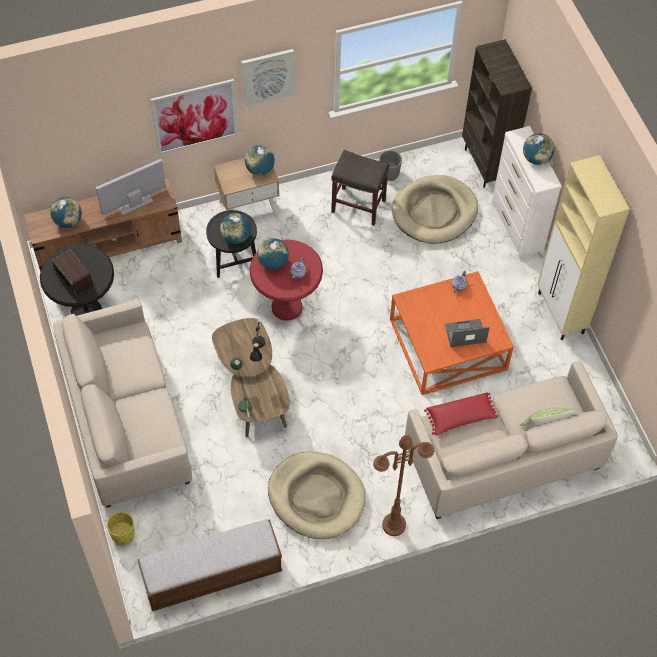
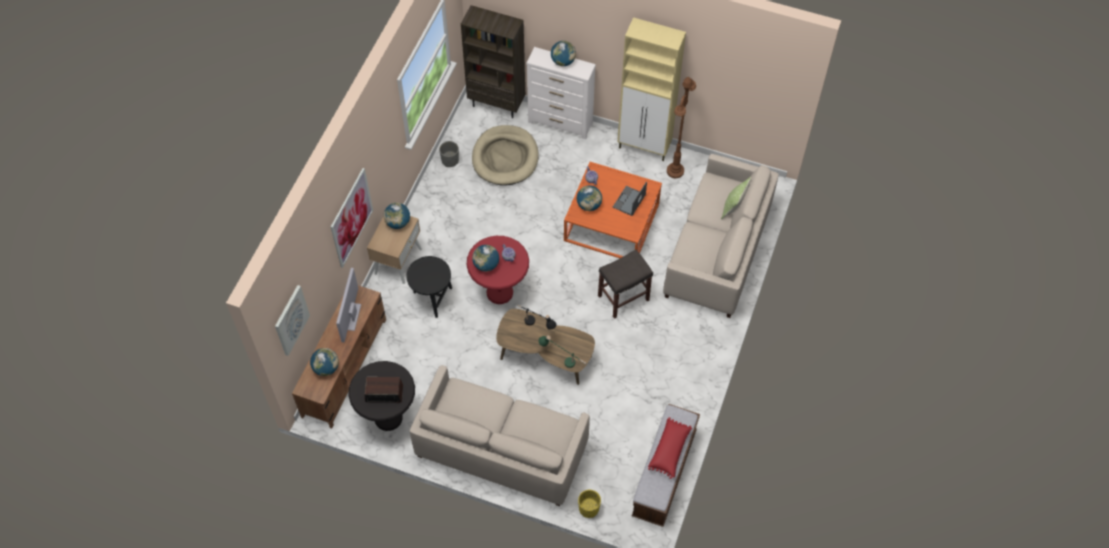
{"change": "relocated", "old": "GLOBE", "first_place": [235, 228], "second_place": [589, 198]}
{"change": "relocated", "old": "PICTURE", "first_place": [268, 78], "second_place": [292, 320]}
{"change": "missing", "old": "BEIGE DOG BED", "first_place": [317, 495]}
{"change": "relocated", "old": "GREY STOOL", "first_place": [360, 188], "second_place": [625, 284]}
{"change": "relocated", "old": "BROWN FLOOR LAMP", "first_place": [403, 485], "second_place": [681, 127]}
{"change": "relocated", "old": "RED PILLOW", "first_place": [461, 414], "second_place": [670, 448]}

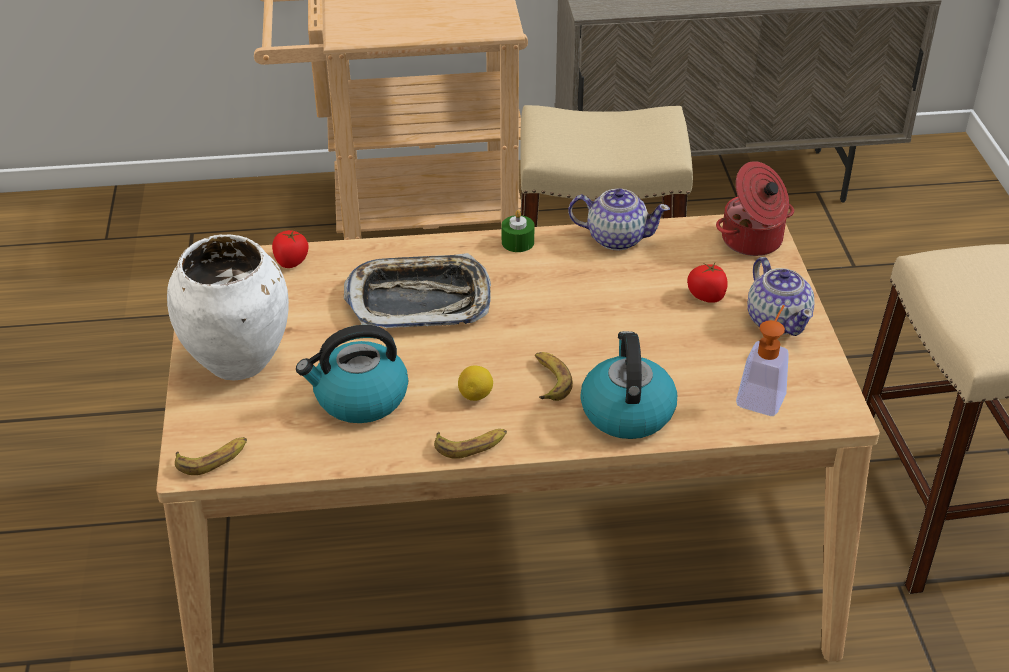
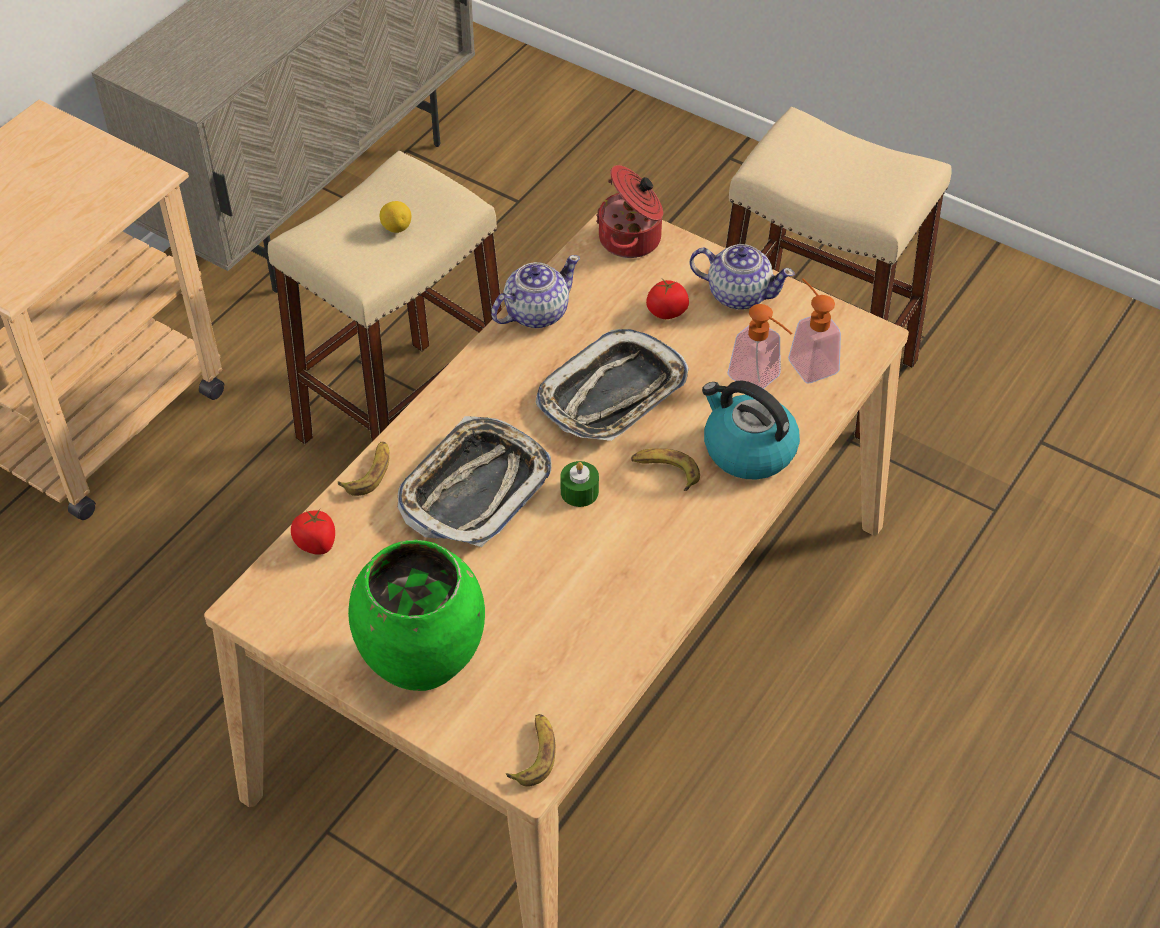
{"change": "colour", "old": "WHITE VASE", "new": "GREEN VASE", "first_place": [228, 307], "second_place": [416, 615]}
{"change": "missing", "old": "KETTLE", "first_place": [352, 374]}
{"change": "relocated", "old": "BANANA", "first_place": [470, 444], "second_place": [363, 469]}
{"change": "relocated", "old": "LEMON", "first_place": [475, 383], "second_place": [395, 217]}
{"change": "relocated", "old": "GREEN CANDLE", "first_place": [518, 231], "second_place": [579, 484]}
{"change": "appeared", "new": "TRAY", "second_place": [612, 385]}
{"change": "appeared", "new": "SOAP DISPENSER", "second_place": [759, 346]}

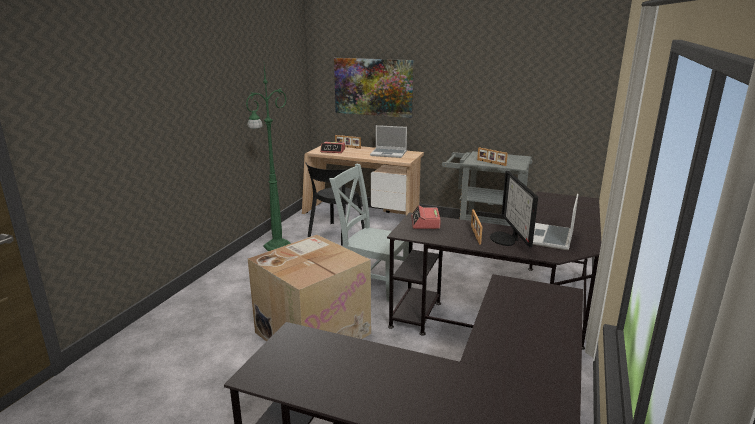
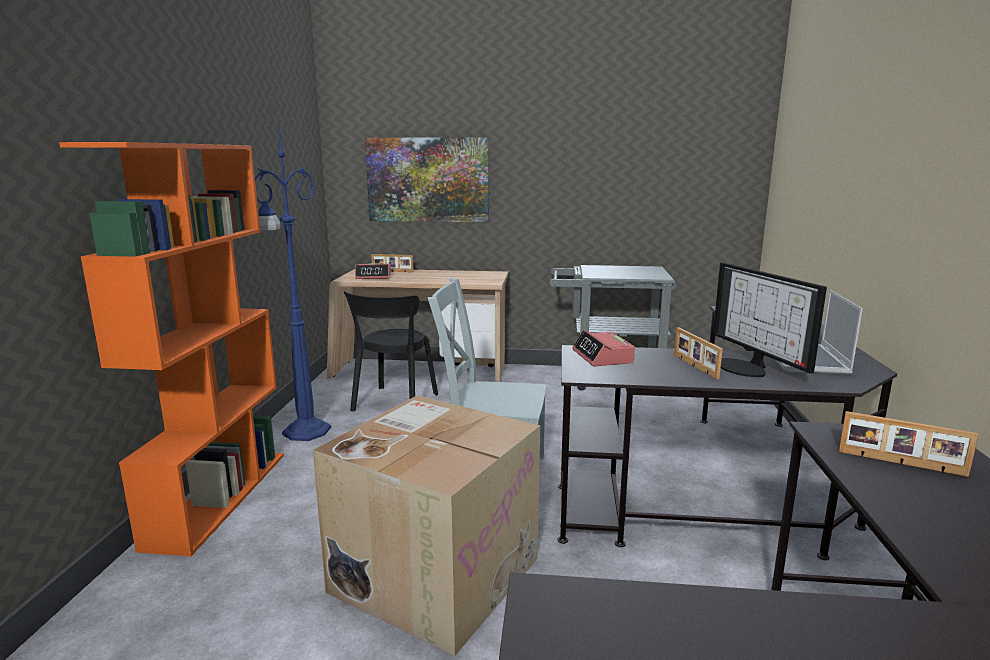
{"change": "colour", "old": "GREEN FLOOR LAMP", "new": "BLUE FLOOR LAMP", "first_place": [268, 158], "second_place": [293, 280]}
{"change": "missing", "old": "LAPTOP", "first_place": [388, 141]}
{"change": "relocated", "old": "PICTURE FRAME", "first_place": [492, 156], "second_place": [909, 444]}
{"change": "appeared", "new": "ORANGE BOOKCASE", "second_place": [171, 349]}

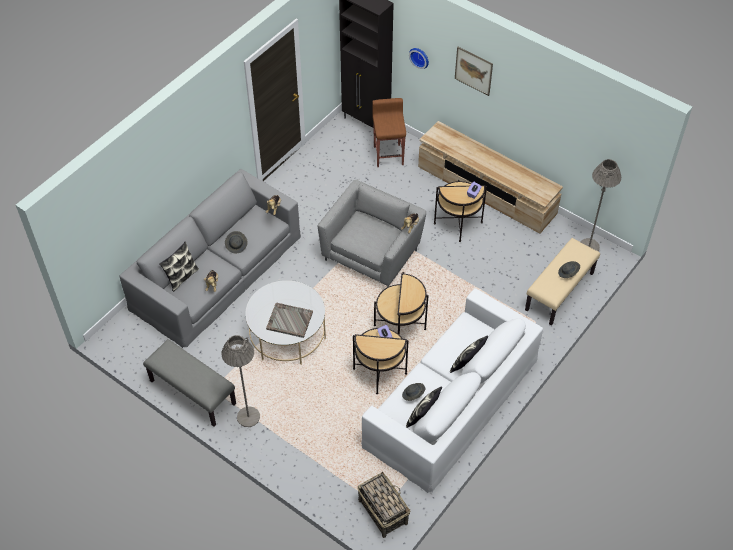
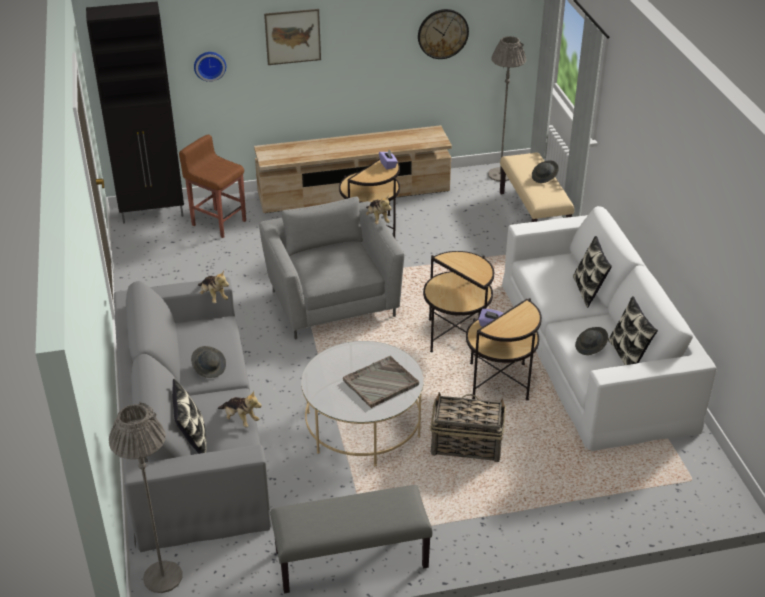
{"change": "relocated", "old": "GREY FLOOR LAMP", "first_place": [240, 381], "second_place": [145, 497]}
{"change": "relocated", "old": "BASKET", "first_place": [383, 504], "second_place": [468, 427]}
{"change": "appeared", "new": "WALL CLOCK", "second_place": [443, 34]}

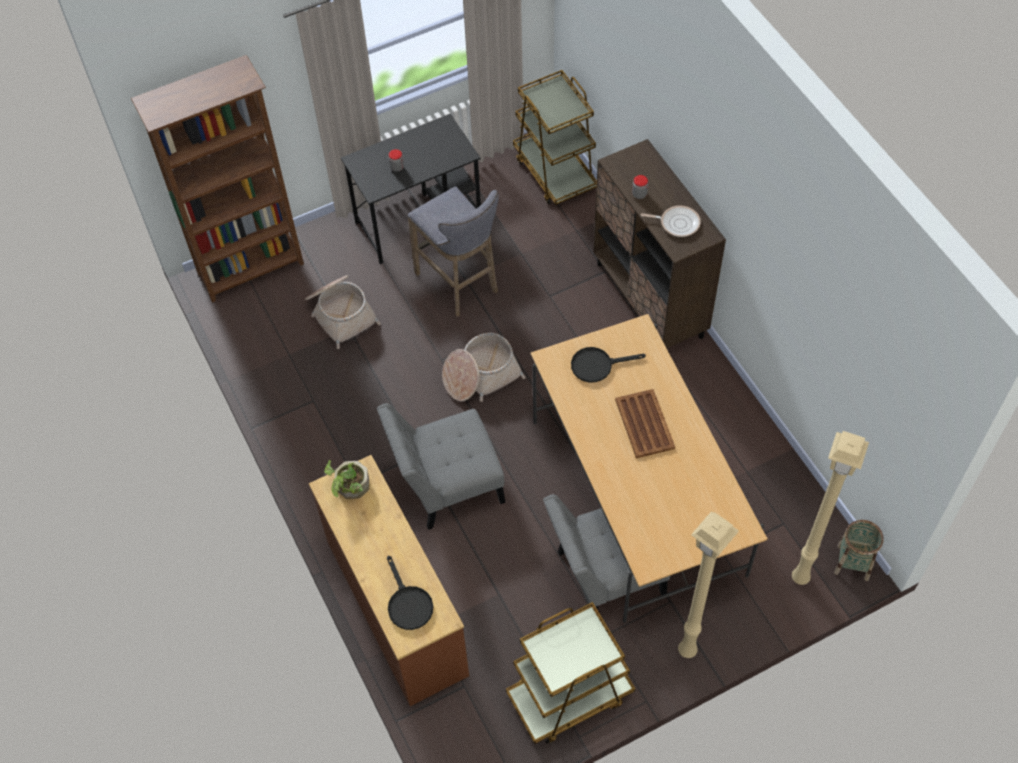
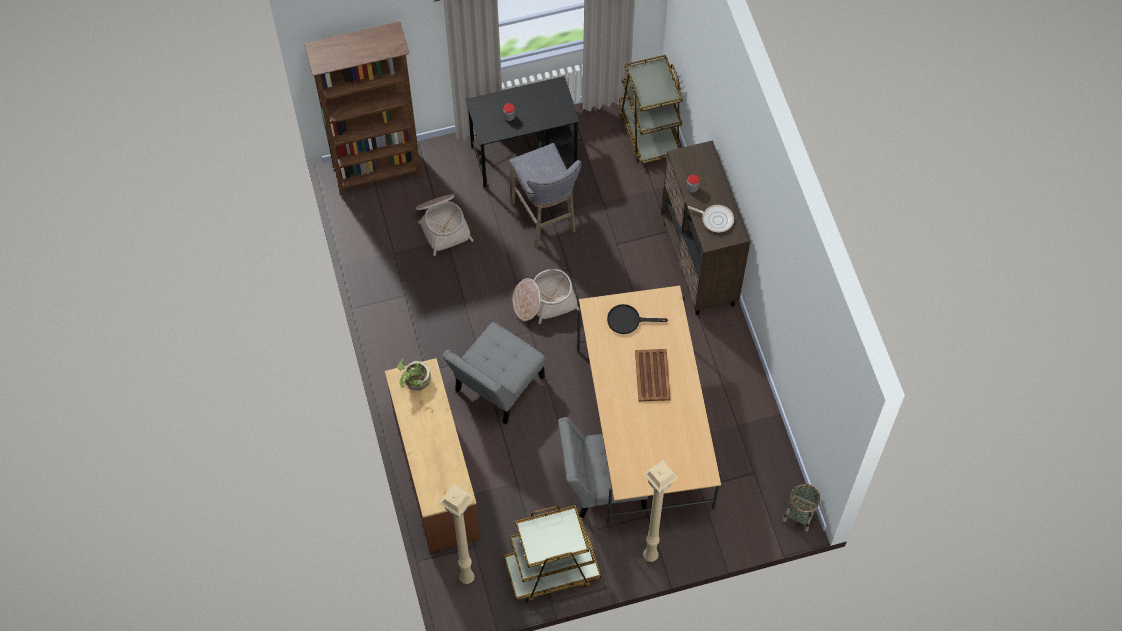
{"change": "spun", "old": "GREY CHAIR", "first_place": [441, 466], "second_place": [493, 373], "degrees": -45}
{"change": "missing", "old": "BLACK FRYING PAN", "first_place": [410, 592]}
{"change": "relocated", "old": "BEIGE FLOOR LAMP", "first_place": [830, 508], "second_place": [457, 534]}

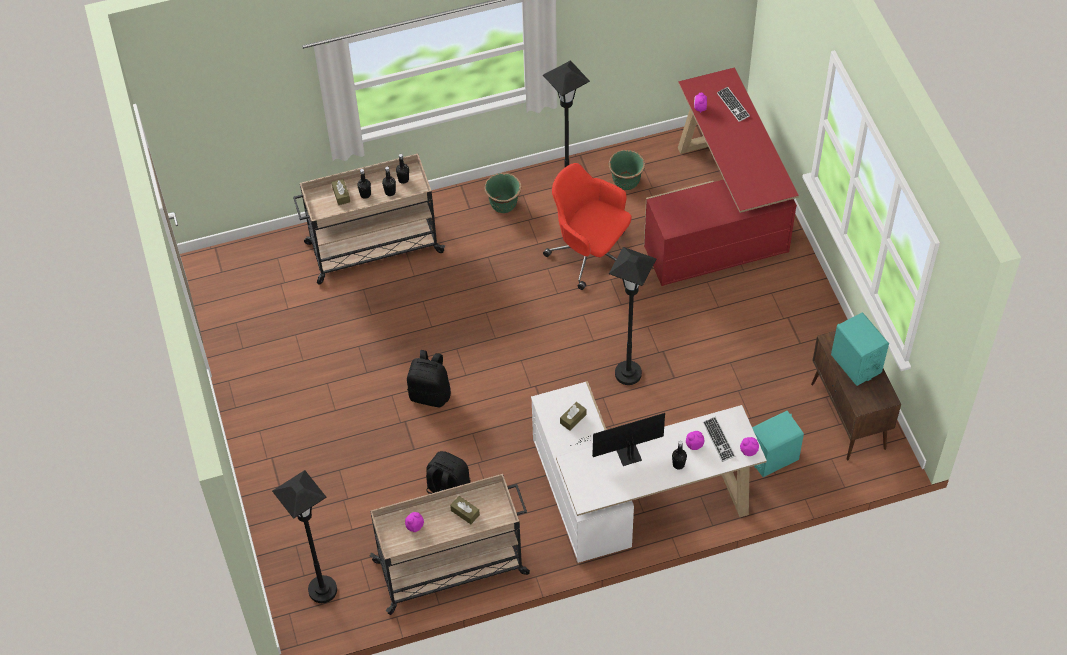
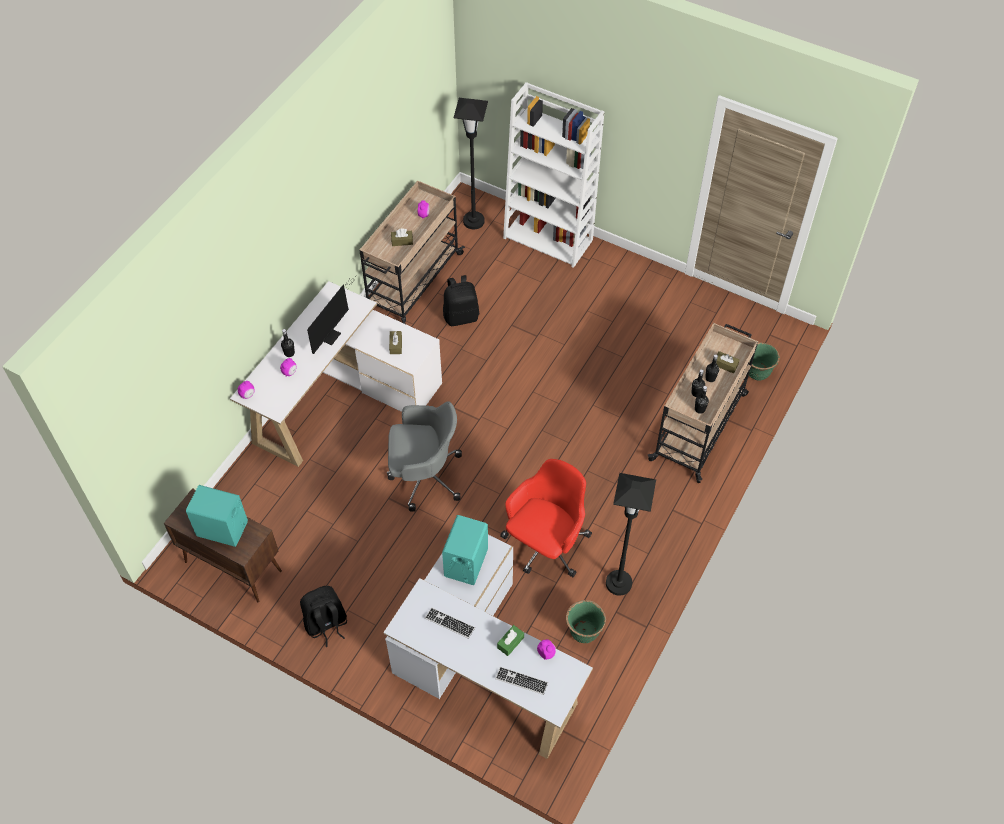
{"change": "relocated", "old": "BLACK BACKPACK", "first_place": [429, 378], "second_place": [323, 616]}
{"change": "relocated", "old": "GREEN PLANTER", "first_place": [503, 193], "second_place": [764, 361]}
{"change": "spun", "old": "RED OFFICE CHAIR", "first_place": [587, 226], "second_place": [546, 518], "degrees": -45}
{"change": "exchanged", "old": "BLACK FLOOR LAMP", "new": "GREY OFFICE CHAIR", "first_place": [632, 316], "second_place": [424, 456]}
{"change": "colour", "old": "RED DESK", "new": "WHITE DESK", "first_place": [721, 176], "second_place": [488, 647]}
{"change": "relocated", "old": "KEYBOARD", "first_place": [719, 439], "second_place": [450, 623]}
{"change": "relocated", "old": "TURQUOISE SPEAKER", "first_place": [778, 444], "second_place": [465, 550]}
{"change": "appeared", "new": "GREEN TISSUE BOX", "second_place": [510, 640]}
{"change": "appeared", "new": "WHITE BOOKCASE", "second_place": [554, 175]}

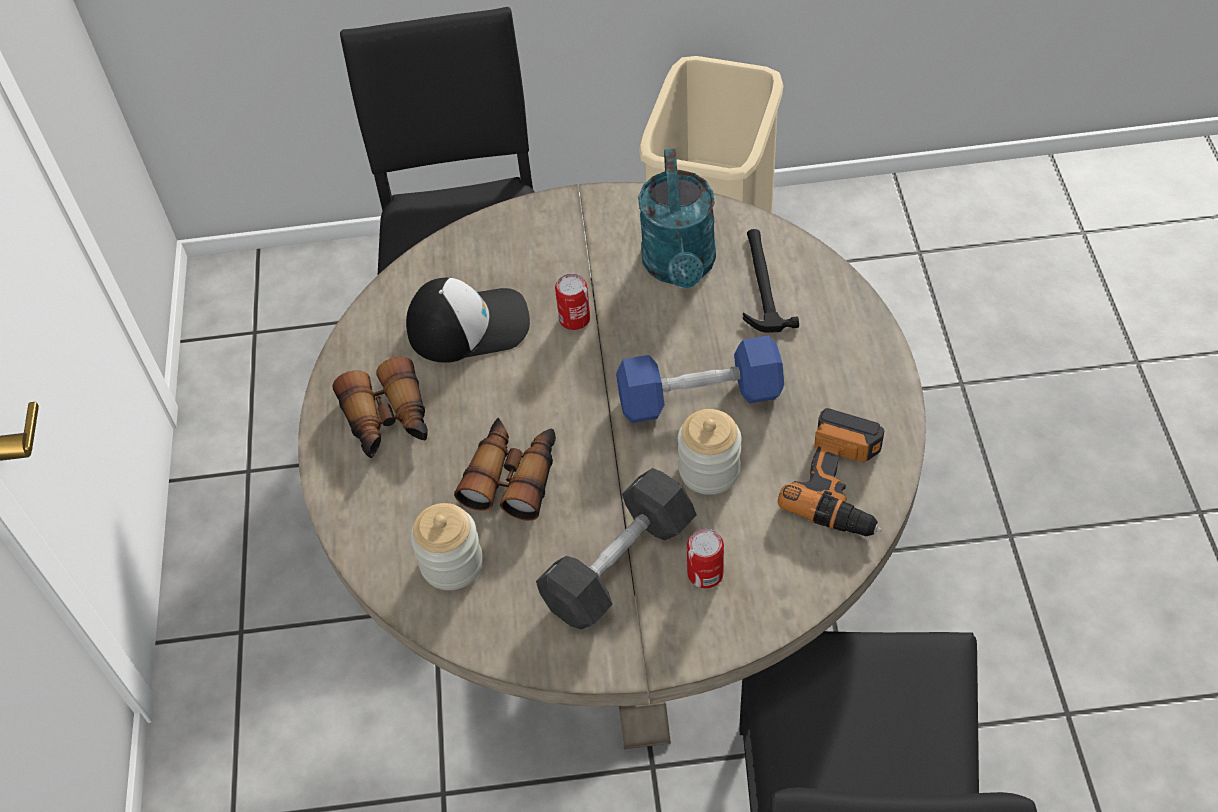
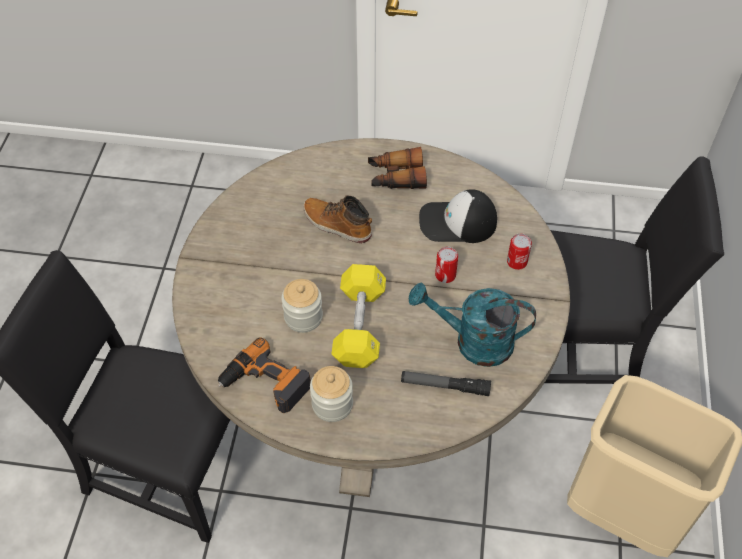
{"change": "spun", "old": "CAP", "first_place": [468, 320], "second_place": [458, 216], "degrees": 90}
{"change": "relocated", "old": "JAR", "first_place": [447, 546], "second_place": [331, 394]}
{"change": "exchanged", "old": "BINOCULARS", "new": "BOOT", "first_place": [505, 469], "second_place": [337, 219]}
{"change": "missing", "old": "BLACK DUMBBELL", "first_place": [616, 548]}
{"change": "colour", "old": "BLUE DUMBBELL", "new": "YELLOW DUMBBELL", "first_place": [700, 379], "second_place": [358, 316]}
{"change": "relocated", "old": "CAN", "first_place": [705, 558], "second_place": [519, 251]}
{"change": "exchanged", "old": "HAMMER", "new": "FLASHLIGHT", "first_place": [771, 281], "second_place": [446, 383]}

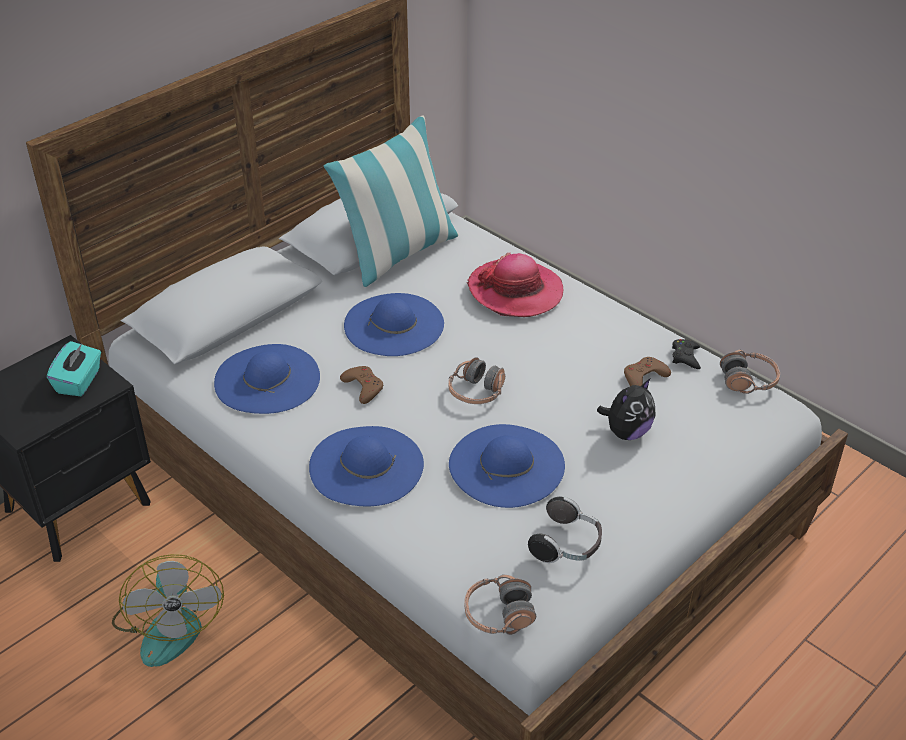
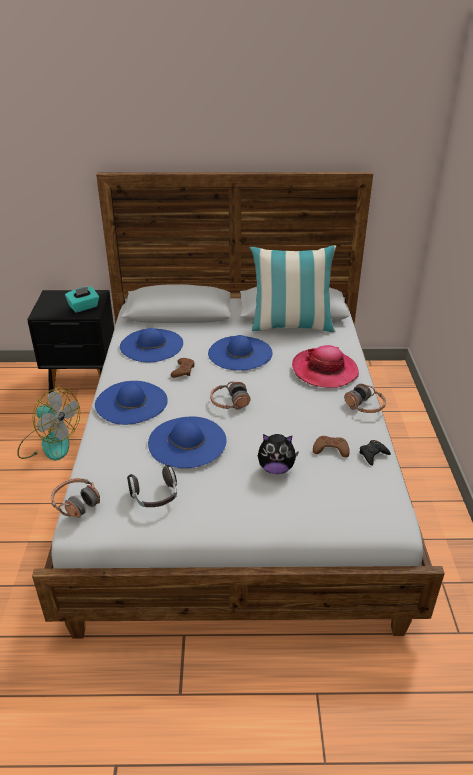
{"change": "spun", "old": "FAN", "first_place": [168, 610], "second_place": [48, 424], "degrees": -90}
{"change": "relocated", "old": "HEADPHONES", "first_place": [750, 372], "second_place": [365, 398]}

